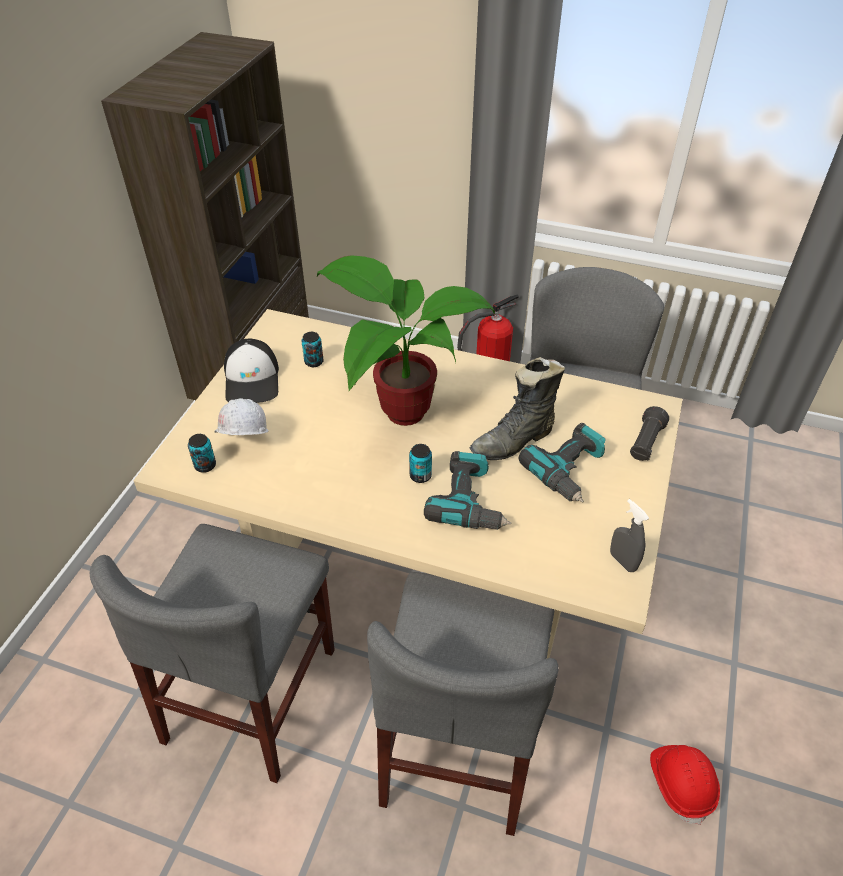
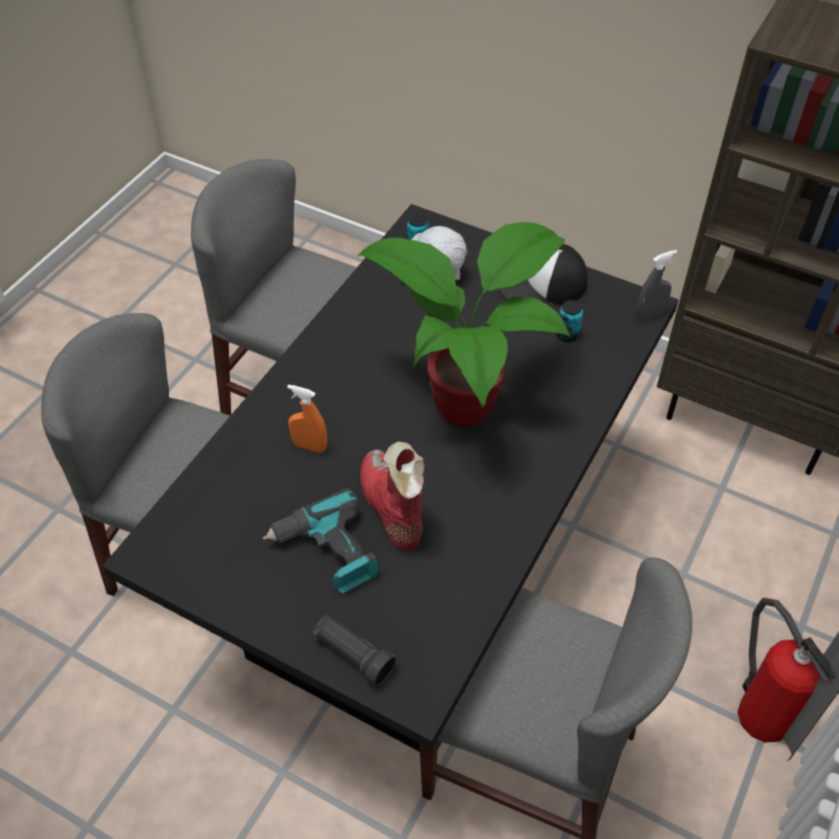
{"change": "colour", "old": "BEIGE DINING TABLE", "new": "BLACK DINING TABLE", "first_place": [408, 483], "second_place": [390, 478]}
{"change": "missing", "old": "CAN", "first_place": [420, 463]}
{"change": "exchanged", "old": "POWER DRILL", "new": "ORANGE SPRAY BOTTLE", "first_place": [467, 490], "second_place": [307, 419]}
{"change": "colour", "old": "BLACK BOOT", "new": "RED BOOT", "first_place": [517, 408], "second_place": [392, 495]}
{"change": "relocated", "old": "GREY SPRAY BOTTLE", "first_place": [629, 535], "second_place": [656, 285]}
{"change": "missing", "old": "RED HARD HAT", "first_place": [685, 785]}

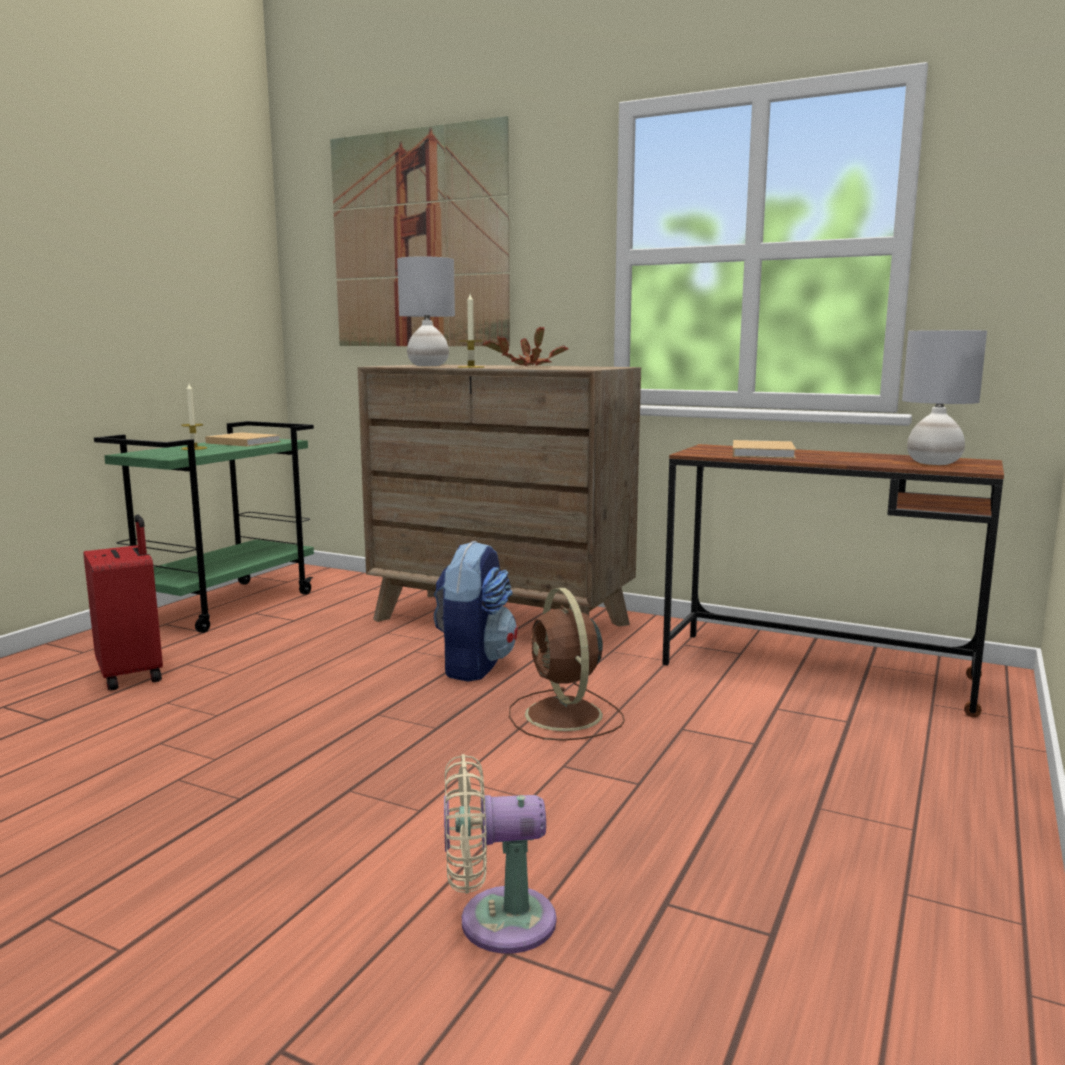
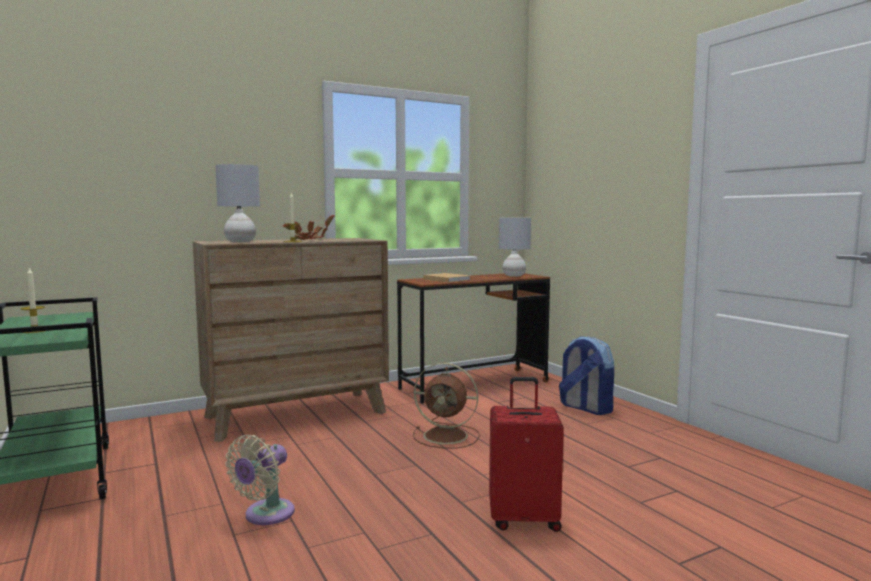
{"change": "relocated", "old": "RED SUITCASE", "first_place": [123, 603], "second_place": [526, 454]}
{"change": "missing", "old": "BEIGE BOOK", "first_place": [243, 439]}
{"change": "missing", "old": "PICTURE", "first_place": [420, 231]}
{"change": "relocated", "old": "BACKPACK", "first_place": [475, 611], "second_place": [586, 375]}
{"change": "relocated", "old": "BEIGE FAN", "first_place": [500, 854], "second_place": [260, 480]}

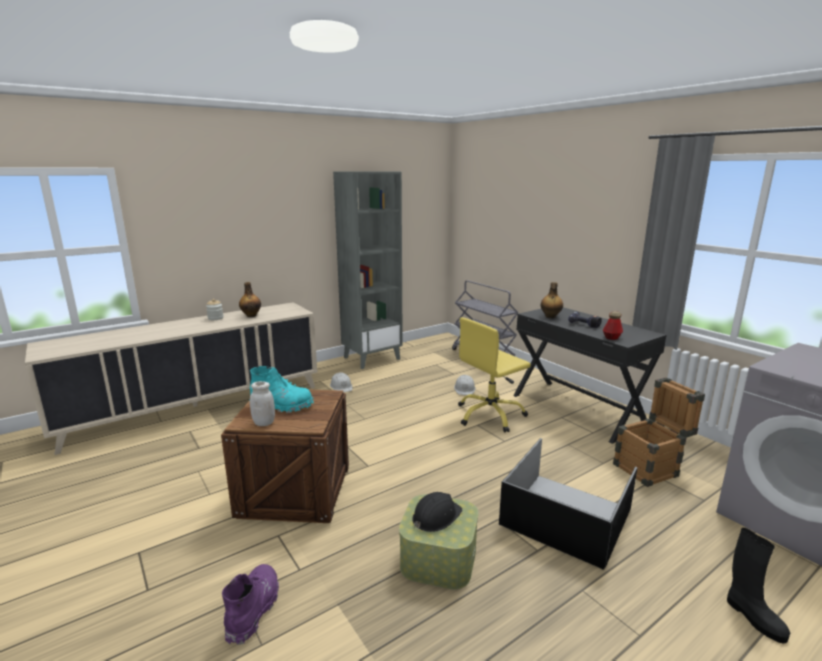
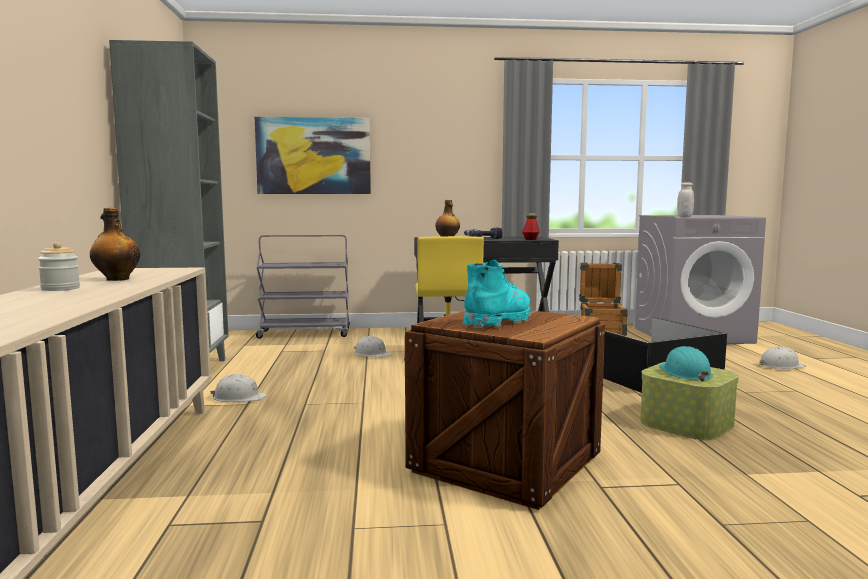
{"change": "missing", "old": "PURPLE BOOT", "first_place": [250, 604]}
{"change": "relocated", "old": "WHITE JAR", "first_place": [262, 403], "second_place": [685, 199]}
{"change": "colour", "old": "BLACK HARD HAT", "new": "TURQUOISE HARD HAT", "first_place": [437, 512], "second_place": [686, 364]}
{"change": "exchanged", "old": "BLACK BOOT", "new": "WHITE HARD HAT", "first_place": [758, 586], "second_place": [782, 357]}
{"change": "appeared", "new": "PICTURE", "second_place": [313, 155]}

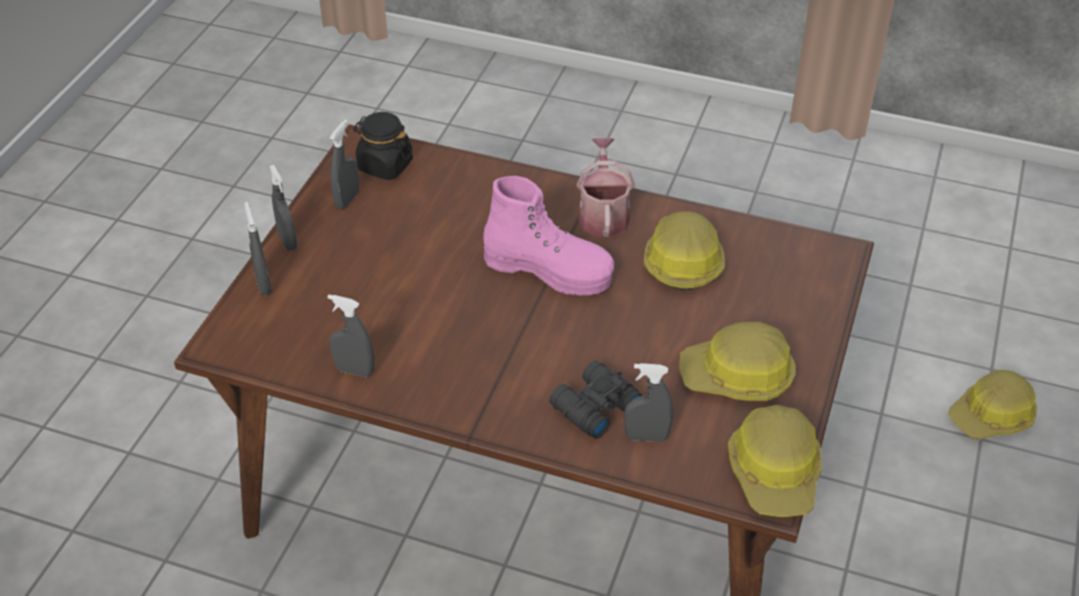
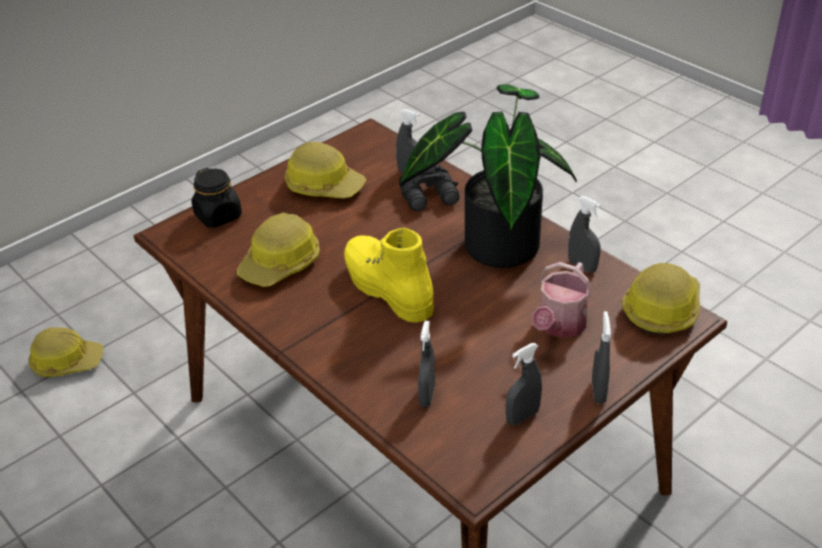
{"change": "relocated", "old": "GREY SPRAY BOTTLE", "first_place": [258, 248], "second_place": [426, 364]}
{"change": "relocated", "old": "BLACK JAR", "first_place": [383, 146], "second_place": [216, 198]}
{"change": "colour", "old": "PINK BOOT", "new": "YELLOW BOOT", "first_place": [548, 235], "second_place": [389, 275]}
{"change": "relocated", "old": "WATERING CAN", "first_place": [606, 187], "second_place": [562, 300]}
{"change": "relocated", "old": "HARD HAT", "first_place": [775, 461], "second_place": [661, 299]}
{"change": "appeared", "new": "POTTED PLANT", "second_place": [488, 176]}

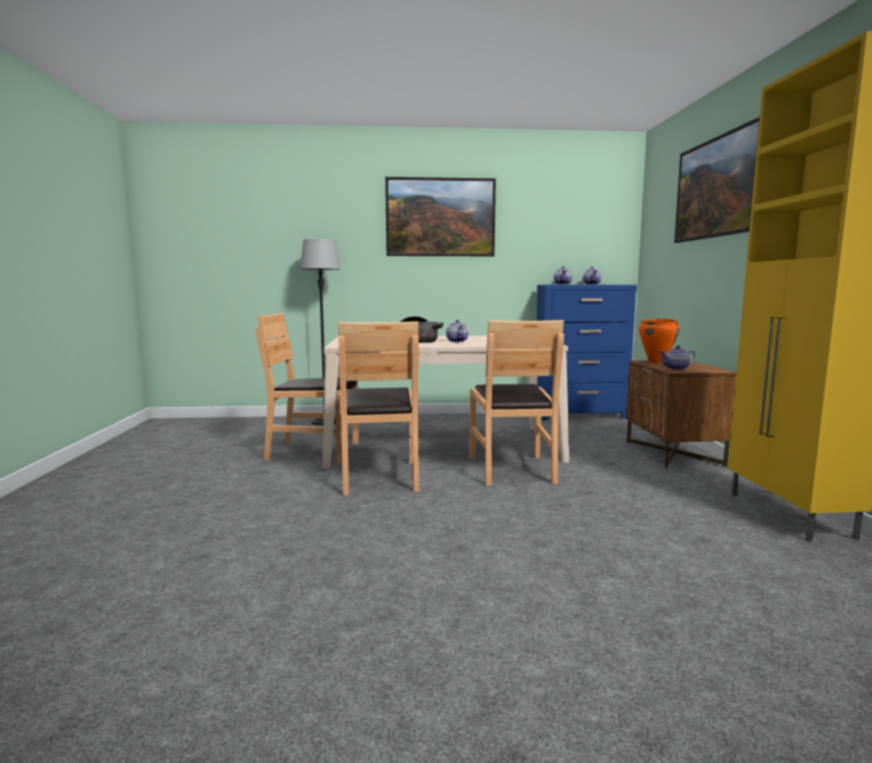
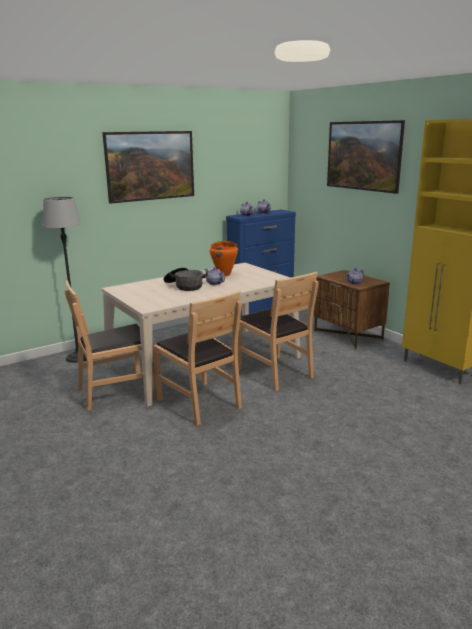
{"change": "relocated", "old": "ORANGE COOKING POT", "first_place": [659, 341], "second_place": [224, 258]}

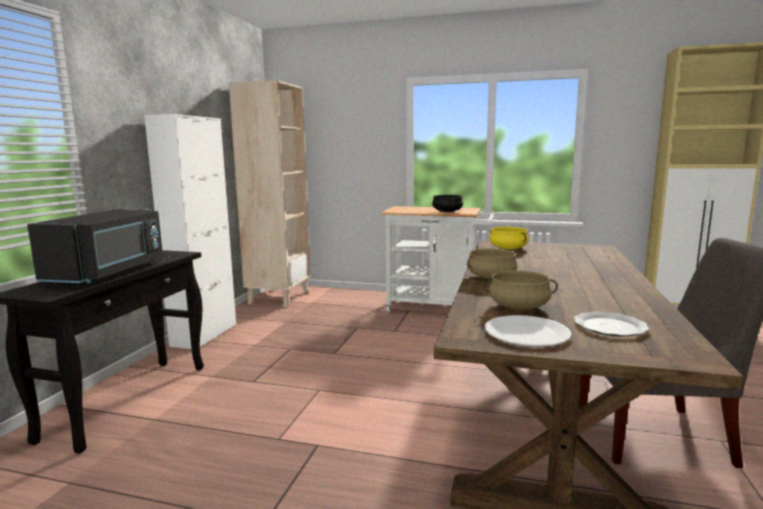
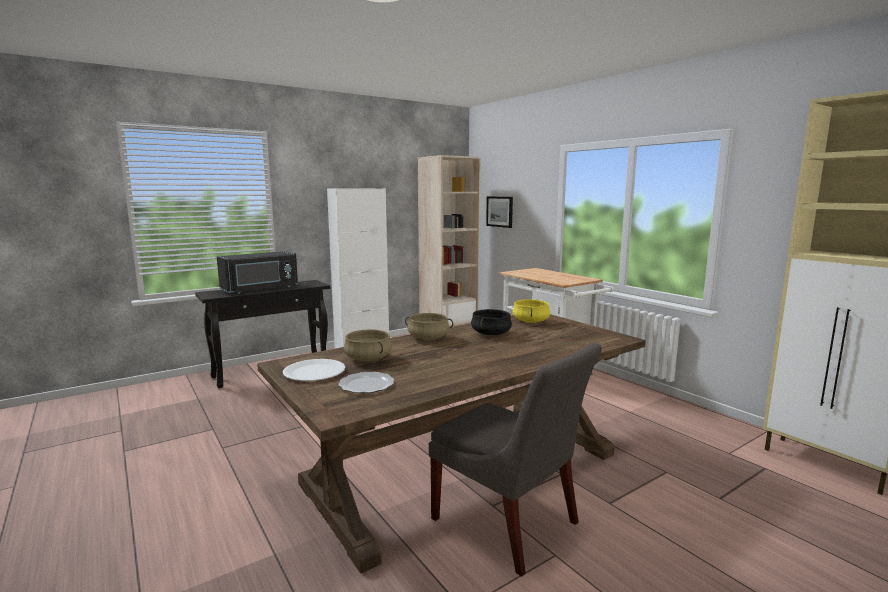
{"change": "relocated", "old": "BLACK COOKING POT", "first_place": [447, 203], "second_place": [491, 322]}
{"change": "appeared", "new": "PICTURE", "second_place": [499, 212]}

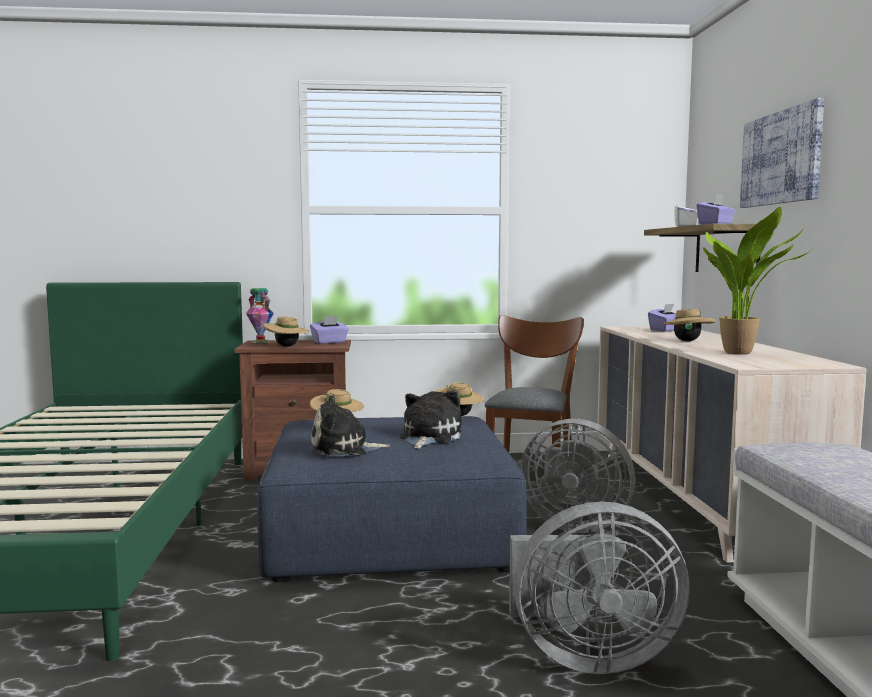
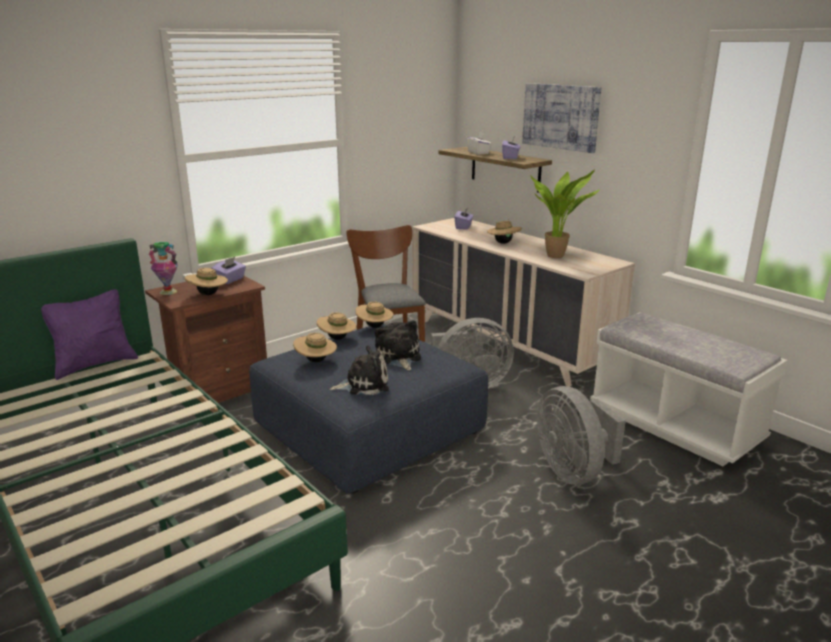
{"change": "spun", "old": "PLUSH TOY", "first_place": [350, 425], "second_place": [359, 370], "degrees": -150}
{"change": "spun", "old": "GREY FAN", "first_place": [599, 587], "second_place": [581, 435], "degrees": 105}
{"change": "appeared", "new": "PURPLE PILLOW", "second_place": [89, 334]}
{"change": "appeared", "new": "BEIGE HAT", "second_place": [337, 326]}

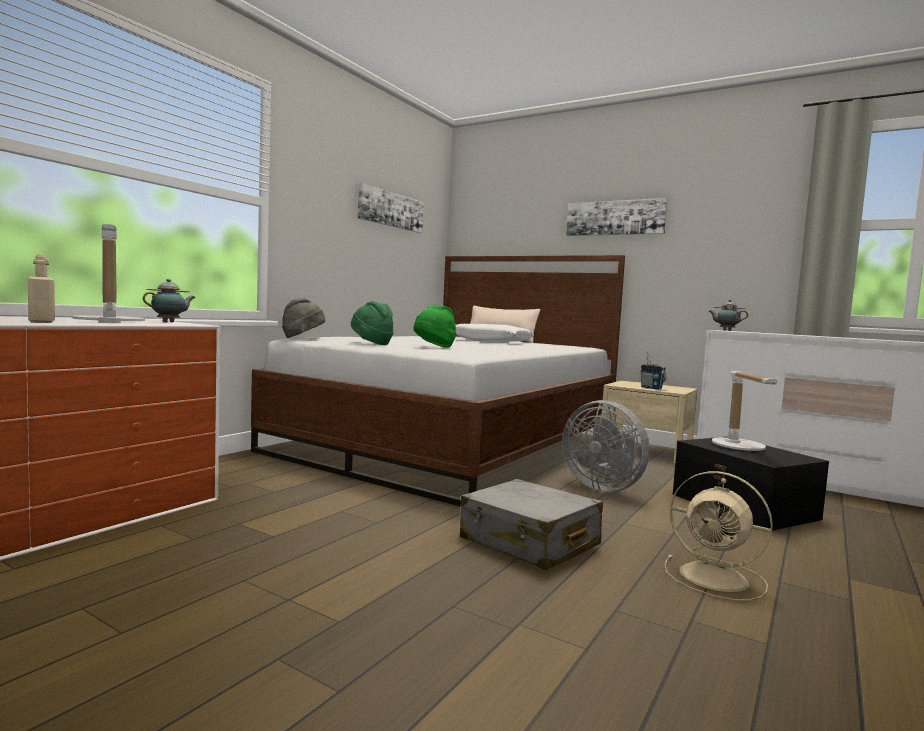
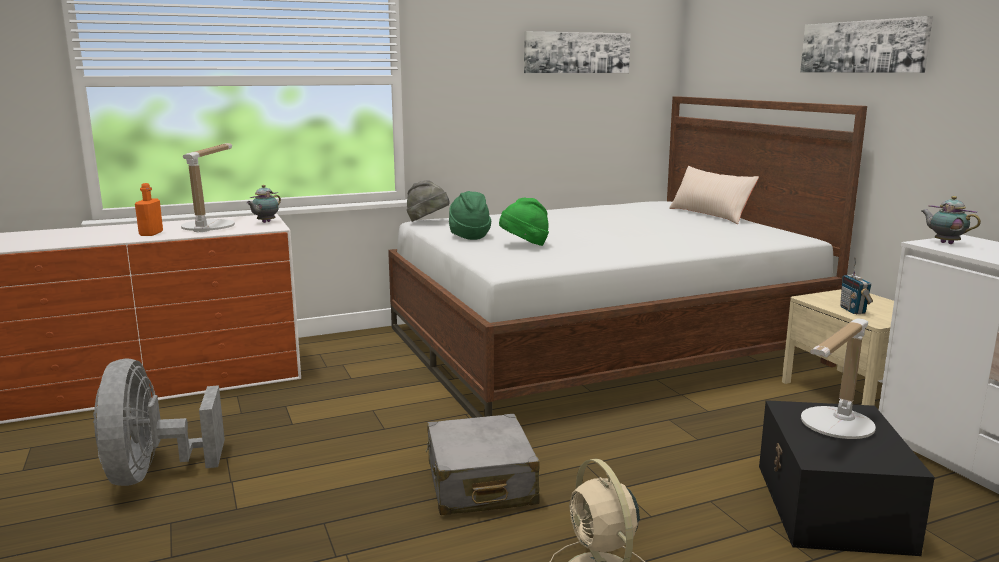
{"change": "colour", "old": "BEIGE BOTTLE", "new": "ORANGE BOTTLE", "first_place": [41, 288], "second_place": [149, 209]}
{"change": "spun", "old": "TEAPOT", "first_place": [169, 300], "second_place": [263, 204], "degrees": 135}
{"change": "missing", "old": "WHITE PILLOW", "first_place": [495, 333]}
{"change": "relocated", "old": "GREY FAN", "first_place": [606, 446], "second_place": [159, 422]}

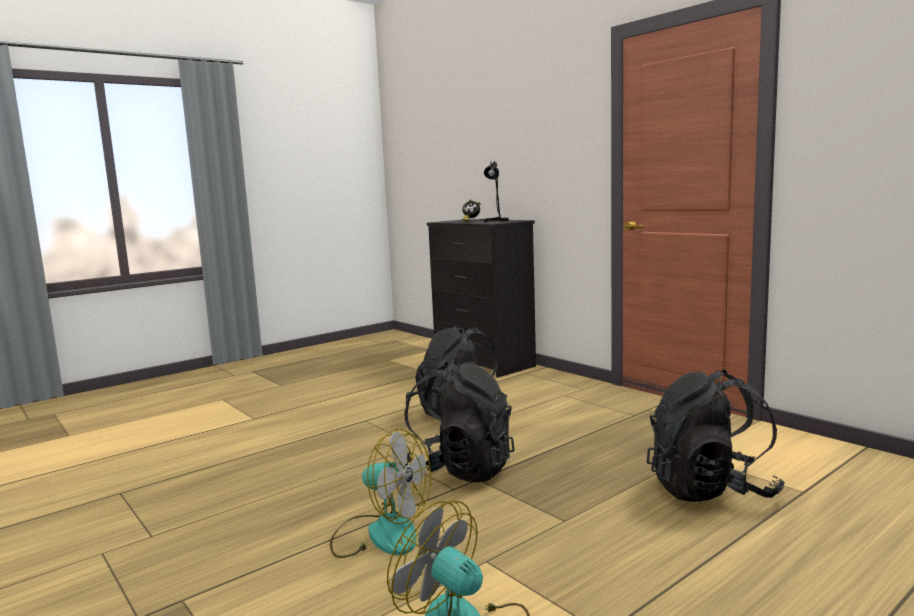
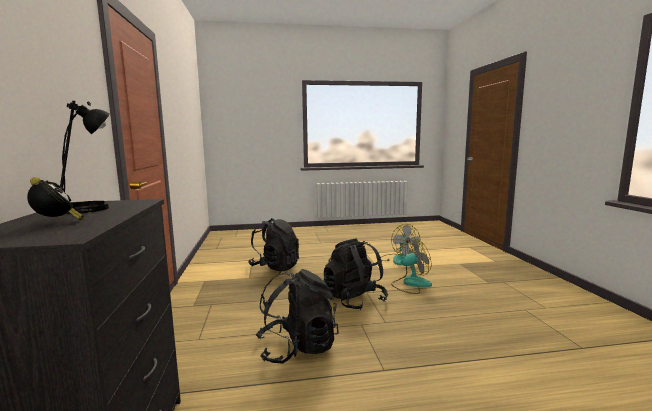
{"change": "spun", "old": "FAN", "first_place": [380, 493], "second_place": [411, 266], "degrees": 105}

